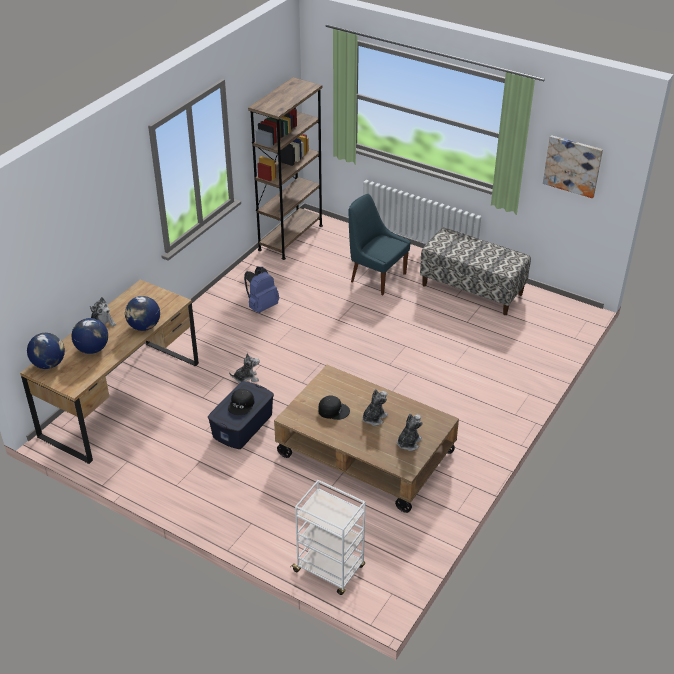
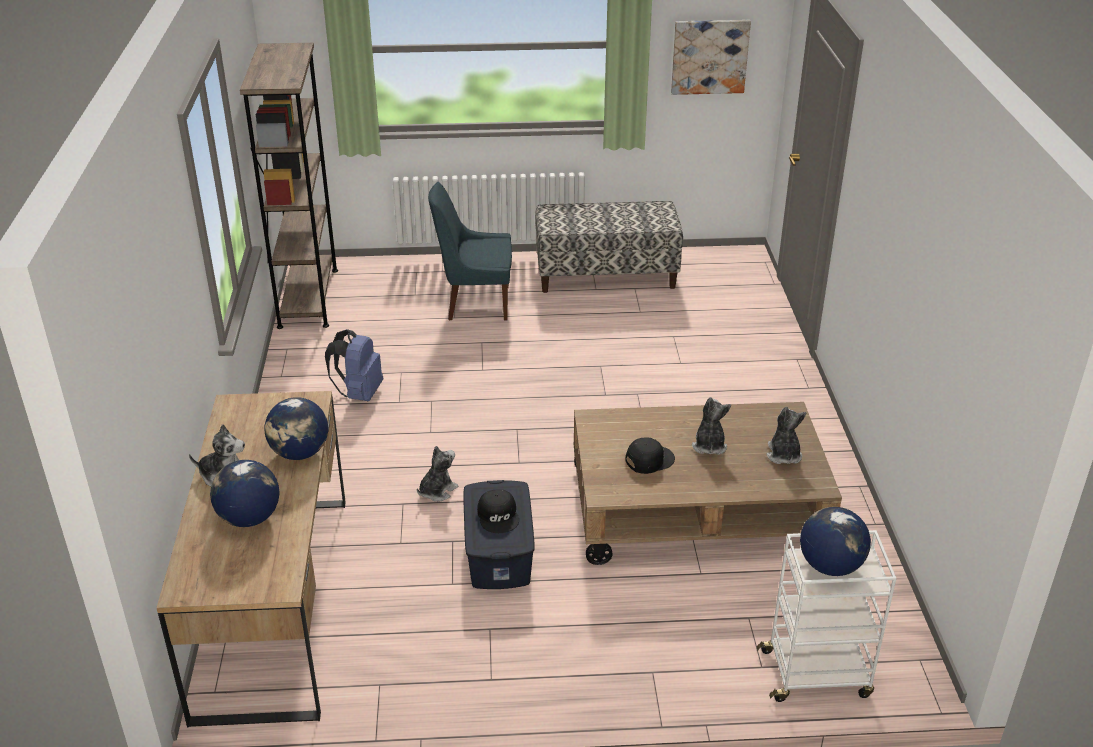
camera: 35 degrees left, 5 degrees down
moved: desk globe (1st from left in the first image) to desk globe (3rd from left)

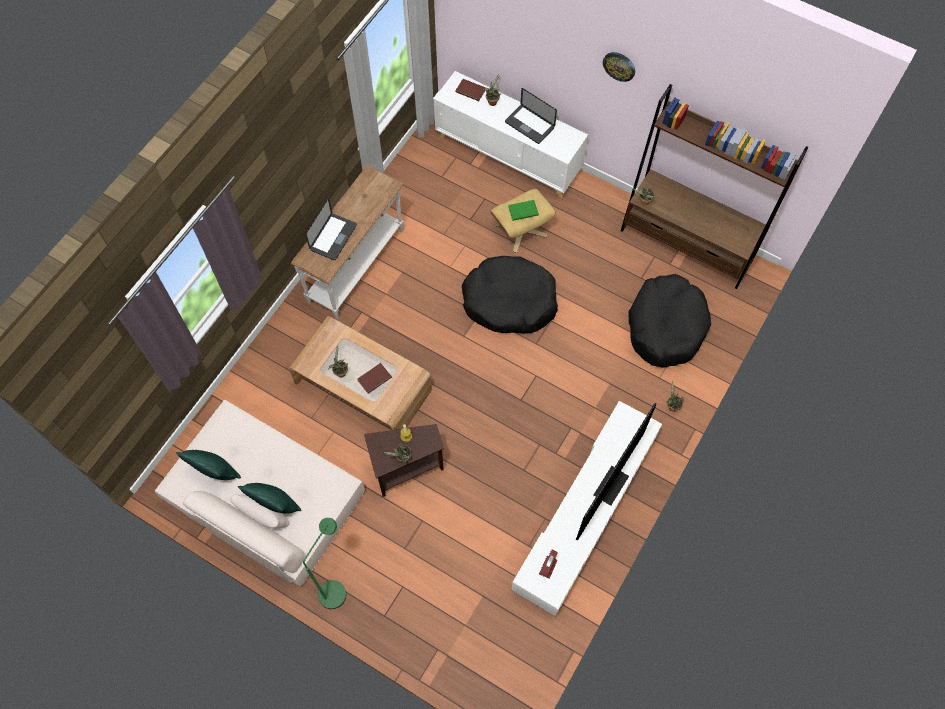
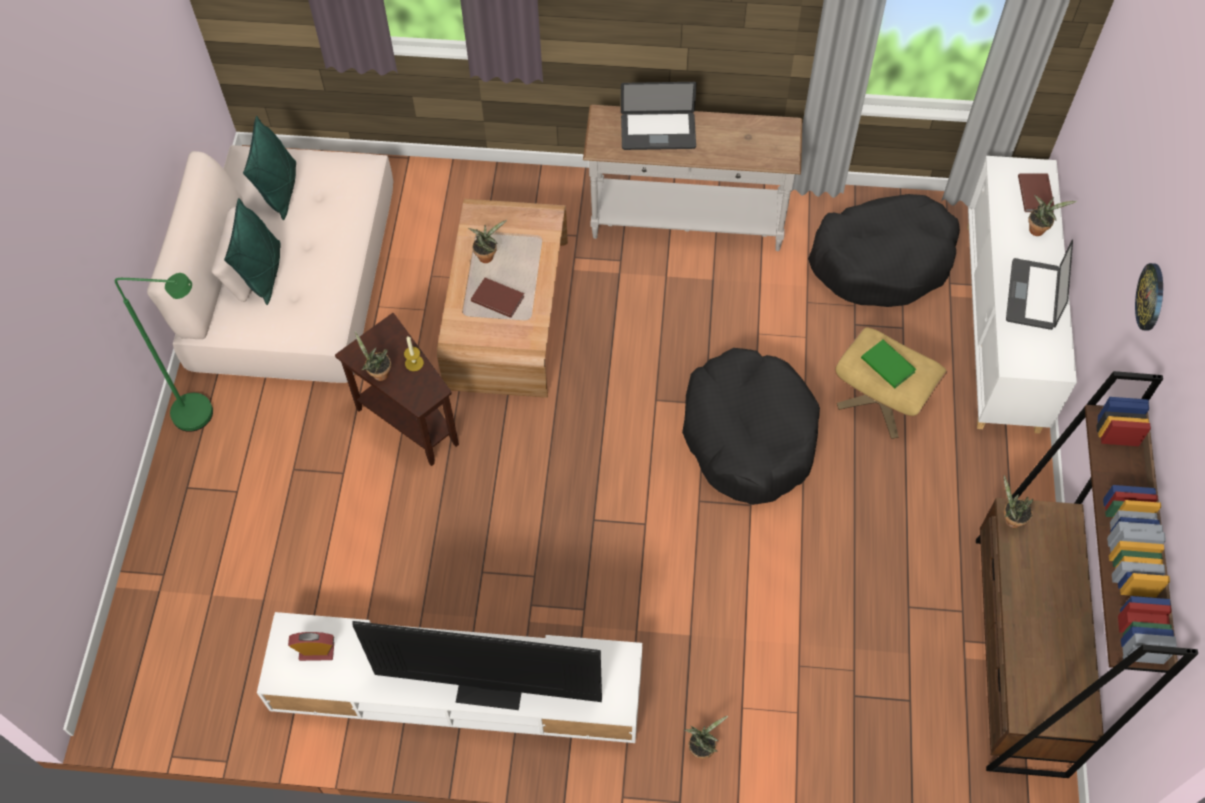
camera: 65 degrees right, 5 degrees down
moved: dog bed/blackish (2nd from left)

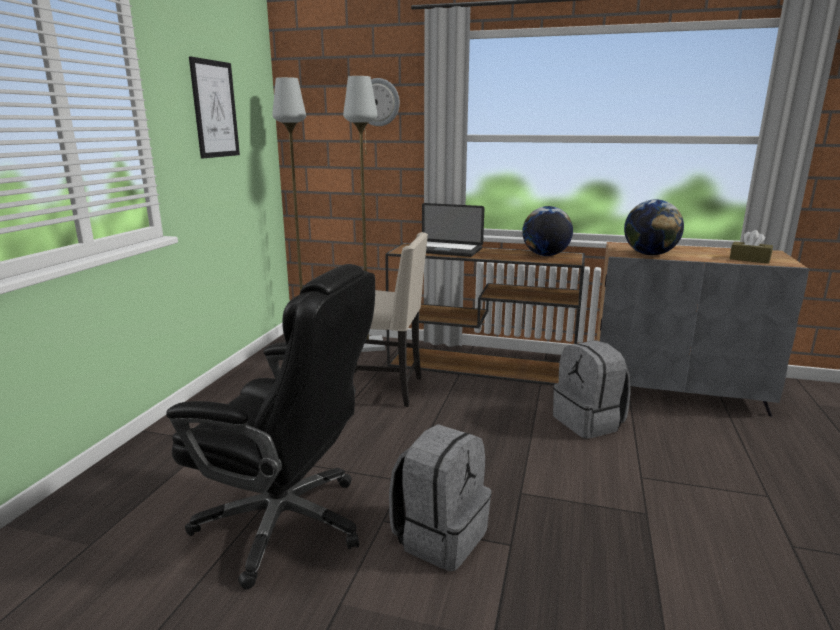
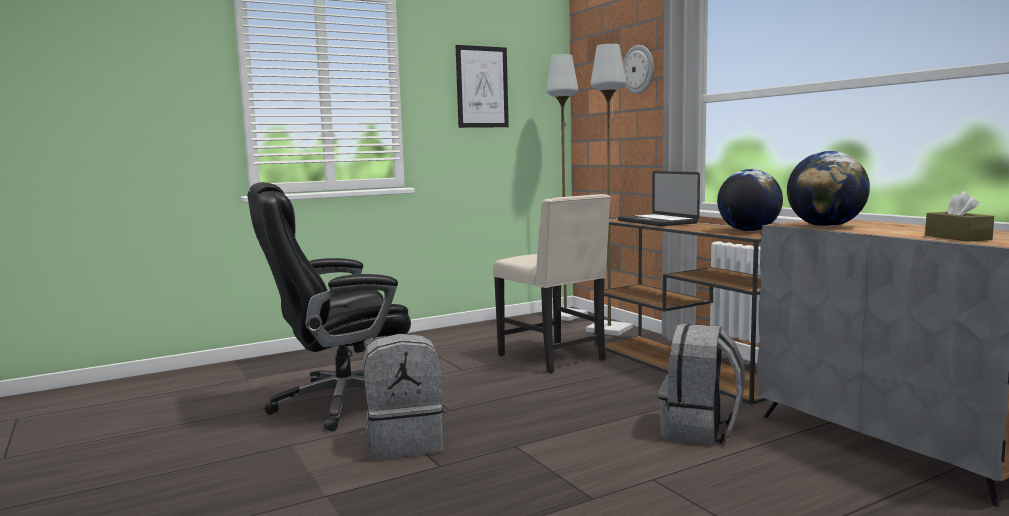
camera: 45 degrees right, 10 degrees down
turned: computer chair/blackish 90 degrees clockwise

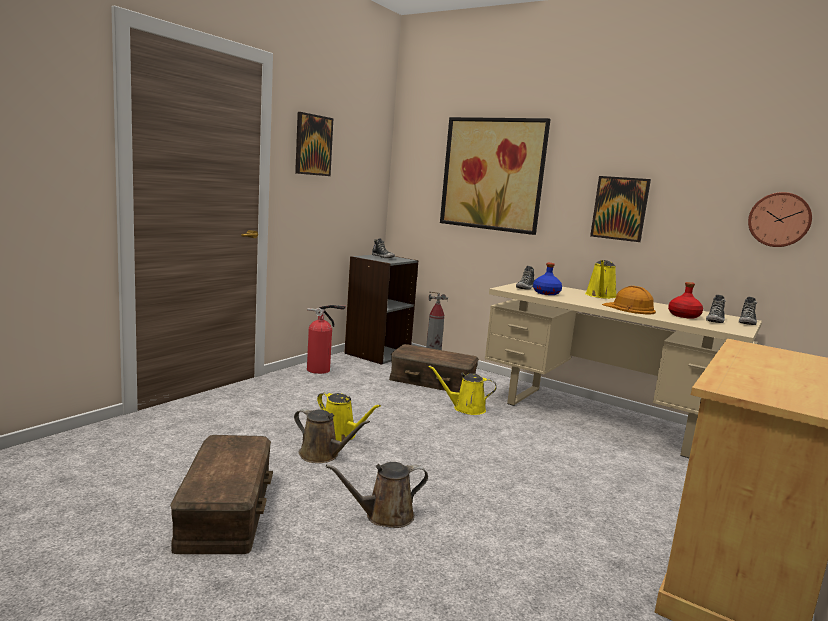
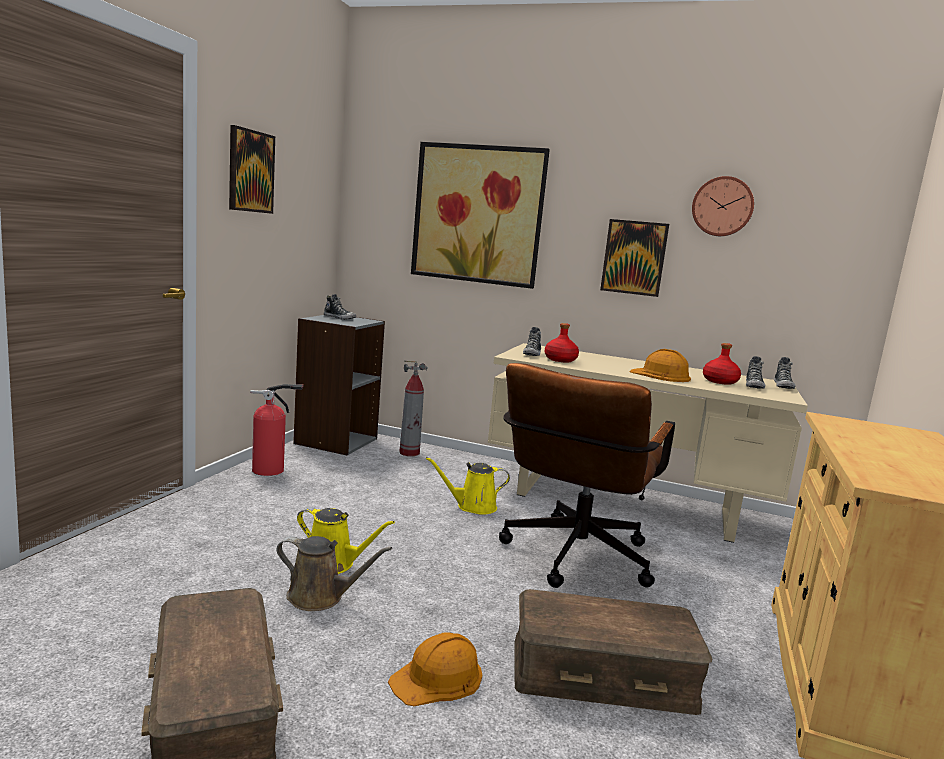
camera: 15 degrees left, 0 degrees up
removed: watering pot/yellow (3rd from left)
added: computer chair/brown-coloured
moved: storage bin/brown-coloured (2nd from left); clock on the wall
replaced: watering pot/brown-coloured (2nd from left) to hard hat/orange-coloured (1st from left)
recoloured: drink bottle/bluish to drink bottle/reddish (1st from left)

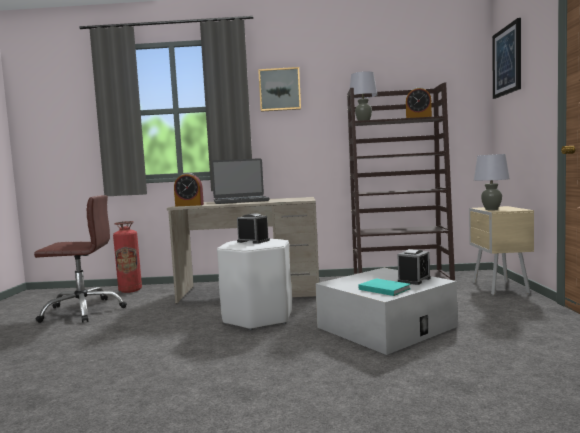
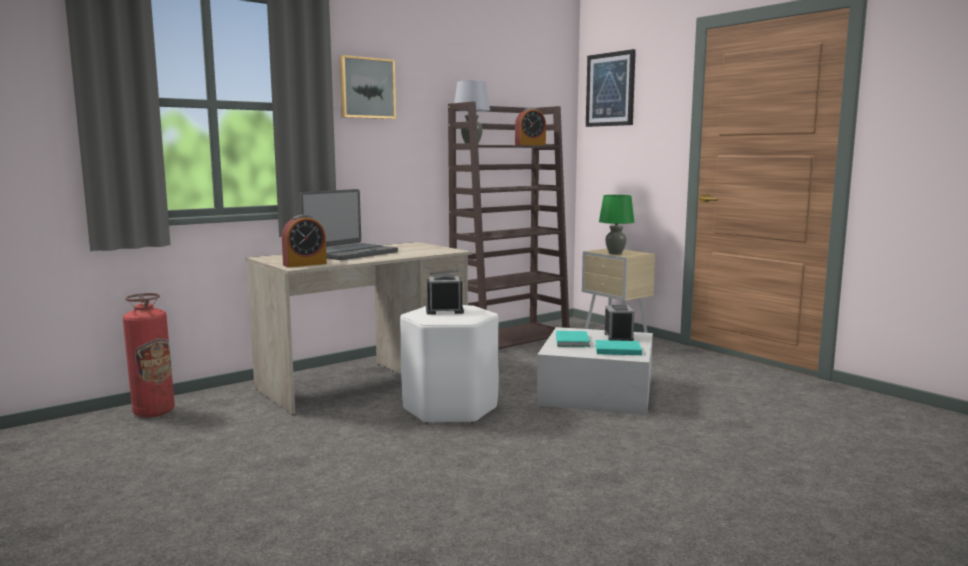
camera: 40 degrees left, 5 degrees up
removed: computer chair/brown-coloured
added: book/blue-green (1st from left)
recoloured: lamp for a table/grey (2nd from left) to lamp for a table/greenish

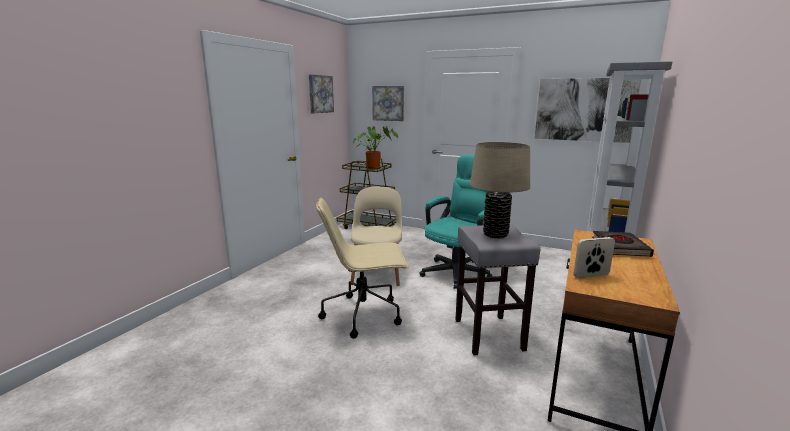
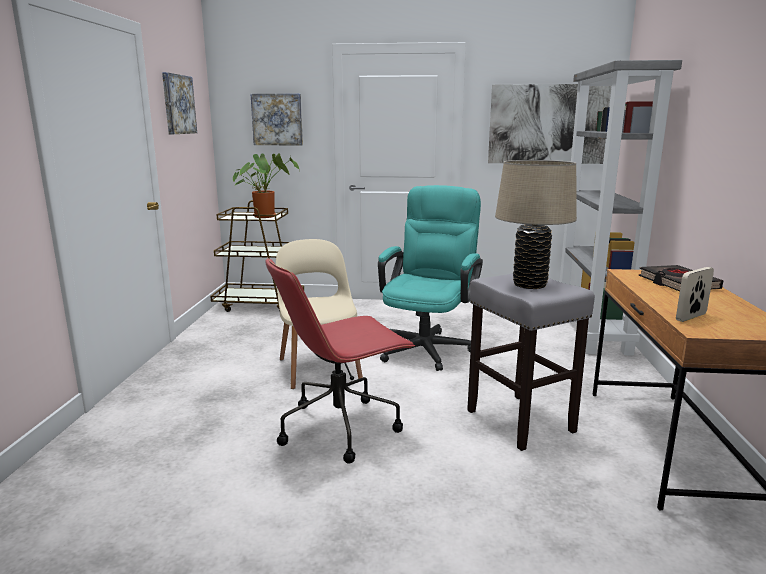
camera: 20 degrees left, 0 degrees up
recoloured: computer chair/beige to computer chair/reddish

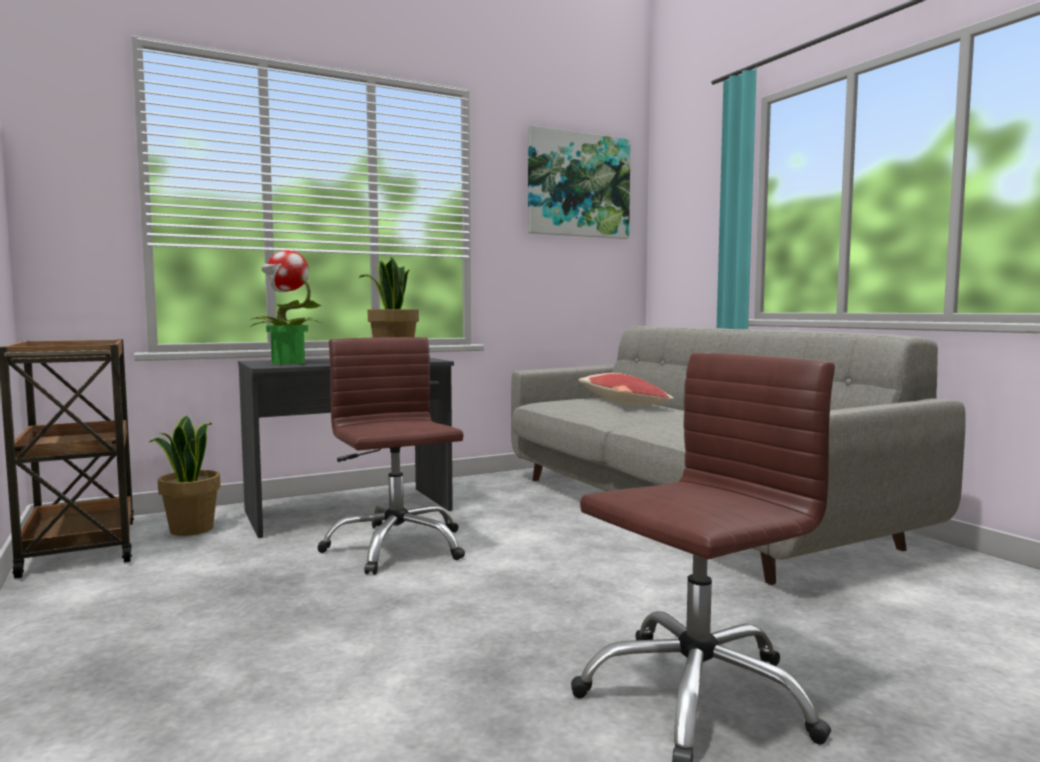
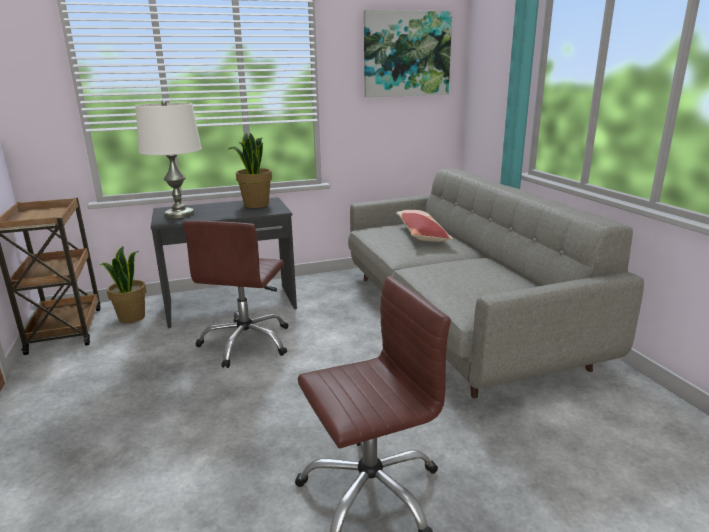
camera: 10 degrees right, 15 degrees up
replaced: houseplant (2nd from left) to lamp for a table/white-coloured
turned: computer chair/brown-coloured (1st from left) 150 degrees counterclockwise

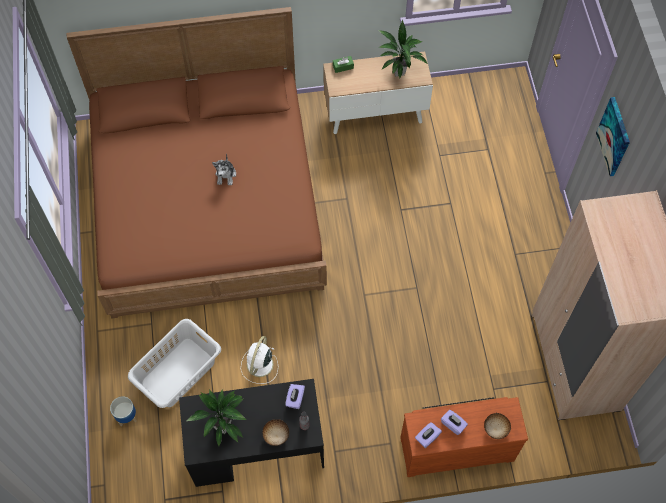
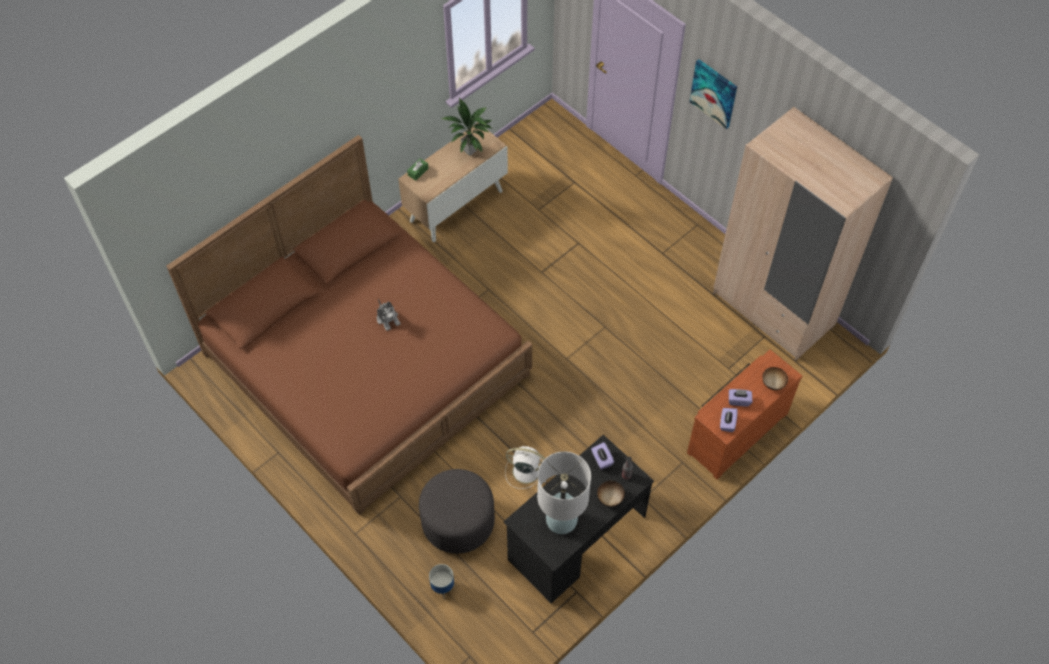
camera: 35 degrees left, 5 degrees down
replaced: laundry basket/grey to footrest/grey; houseplant (1st from left) to lamp for a table/white-coloured
turned: fan/white-coloured 120 degrees clockwise

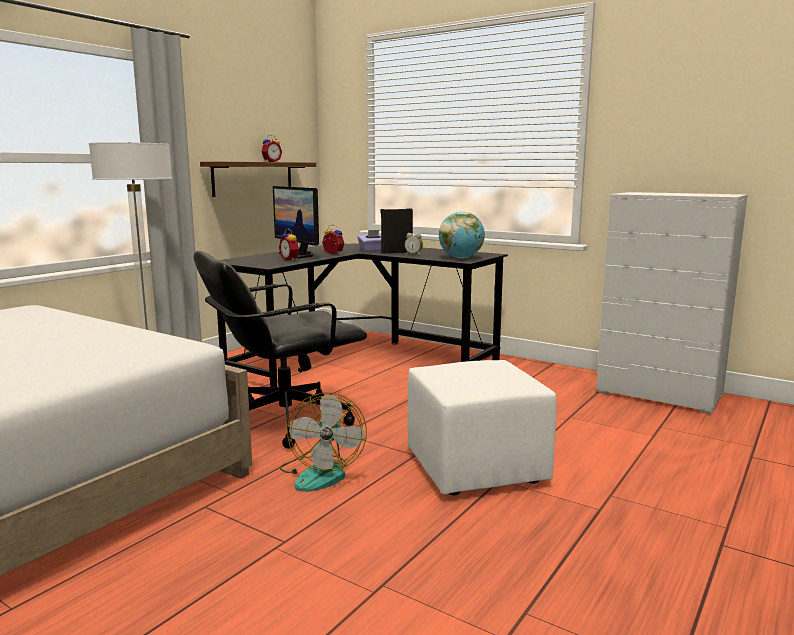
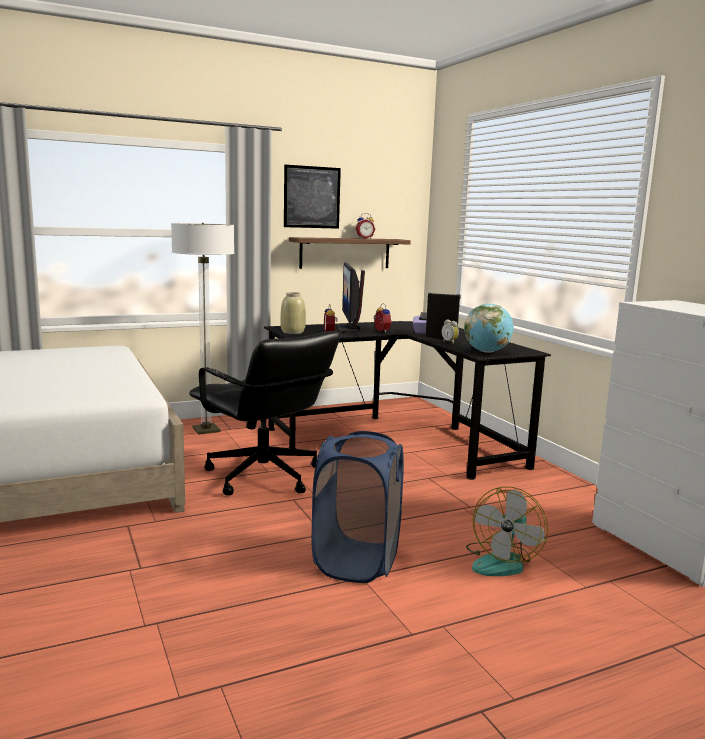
camera: 30 degrees right, 0 degrees up
added: decorative vase/beige; picture
moved: fan
replaced: footrest/white-coloured to laundry basket/bluish
turned: computer chair/blackish 135 degrees counterclockwise

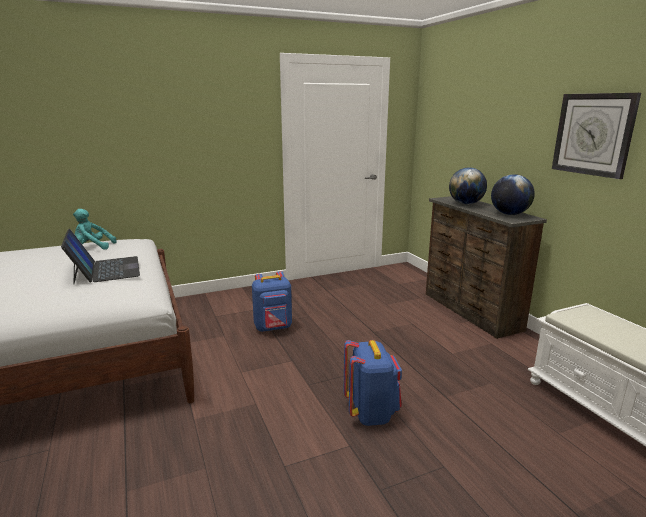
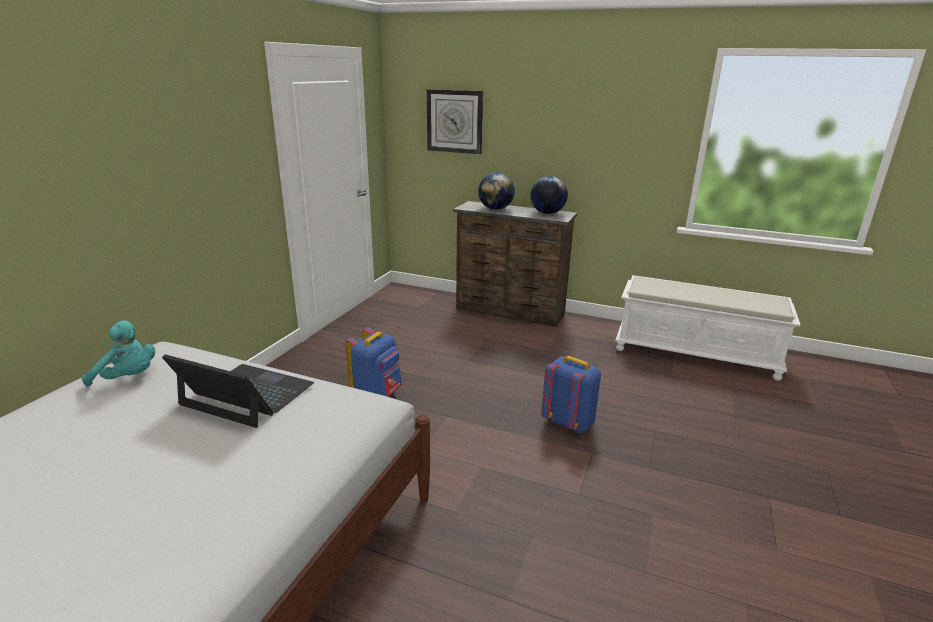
camera: 45 degrees left, 5 degrees up
moved: clock on the wall
turned: cuddly toy/blue-green 120 degrees counterclockwise

